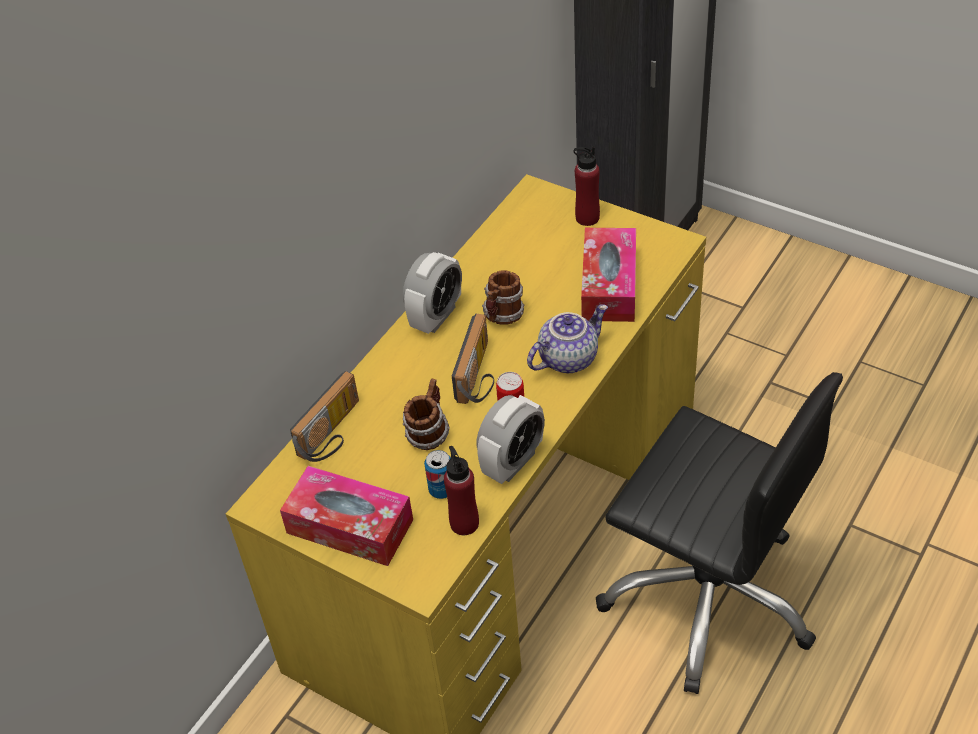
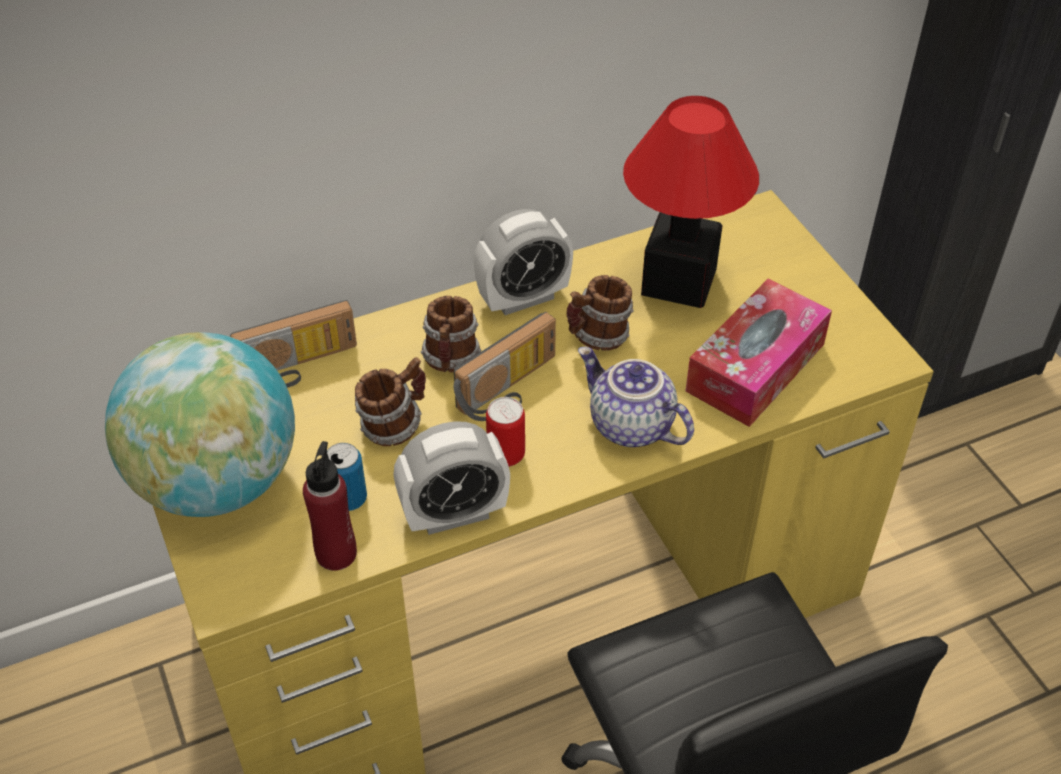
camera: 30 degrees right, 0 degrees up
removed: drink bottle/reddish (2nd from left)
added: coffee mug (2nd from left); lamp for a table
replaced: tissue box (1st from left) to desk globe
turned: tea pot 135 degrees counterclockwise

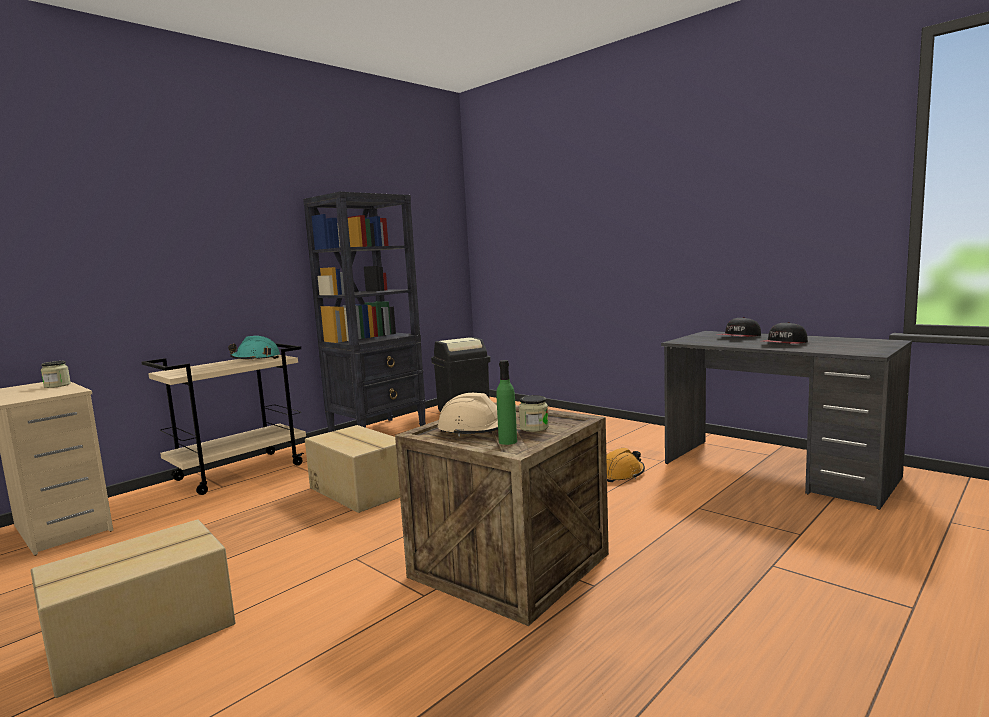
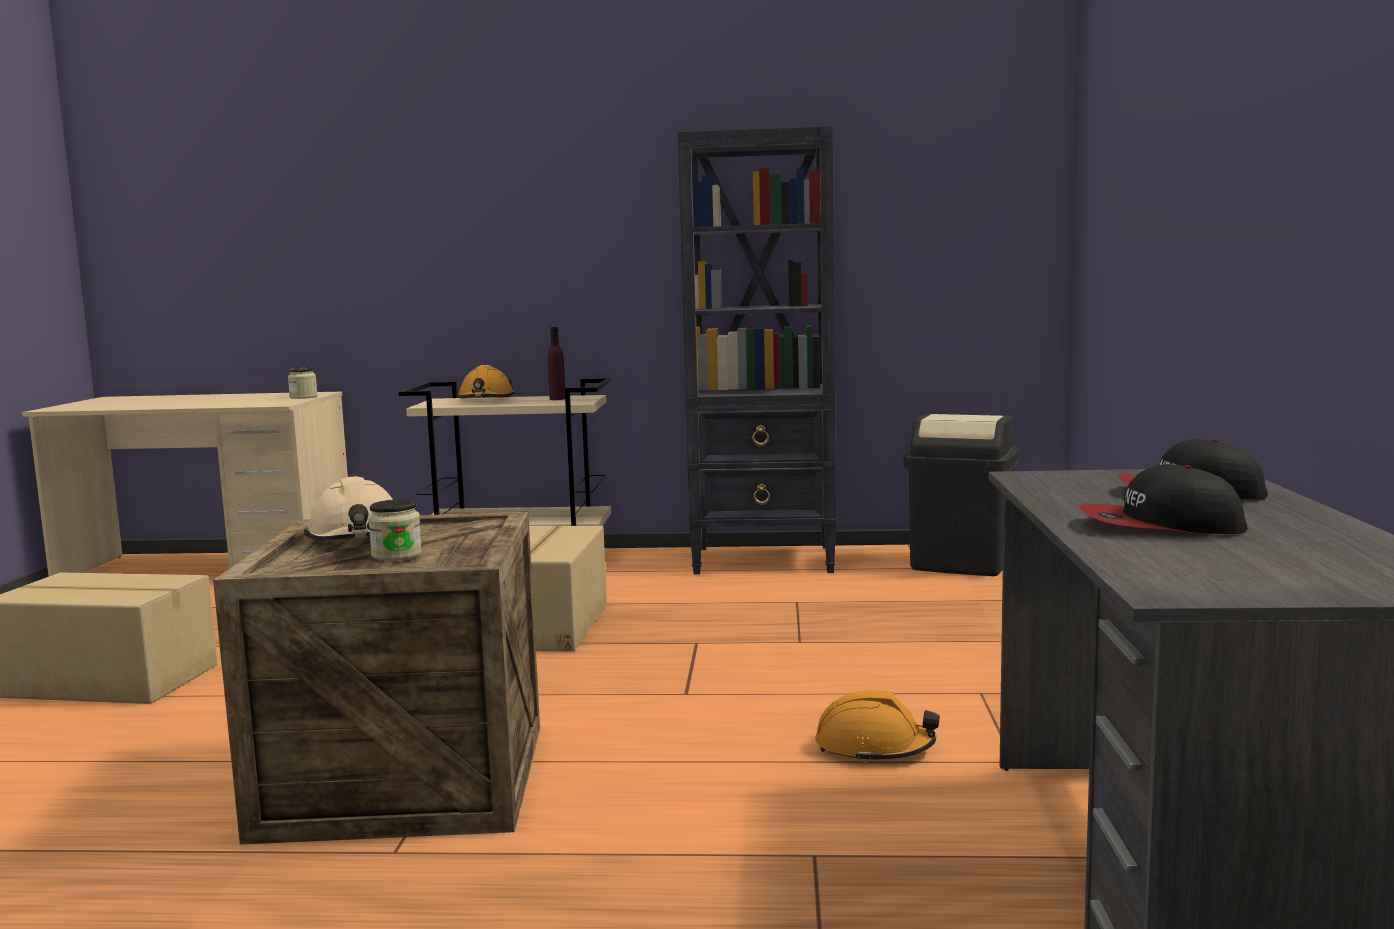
camera: 50 degrees right, 0 degrees up
removed: drink bottle/greenish
added: hard hat/orange-coloured (1st from left)
replaced: hard hat/blue-green to drink bottle/purple-coloured

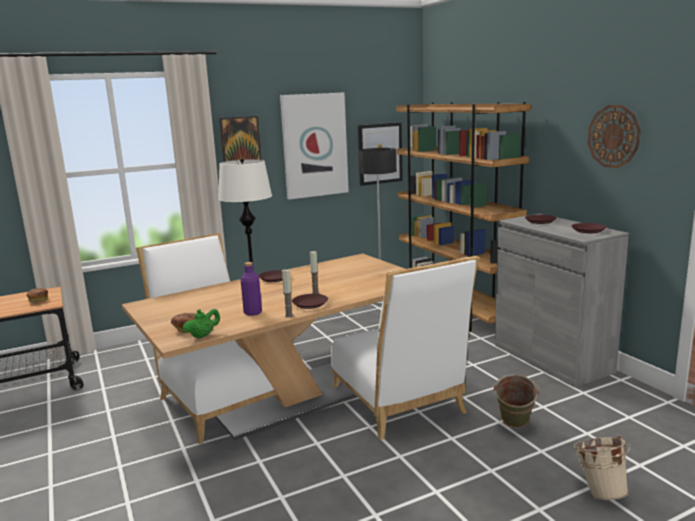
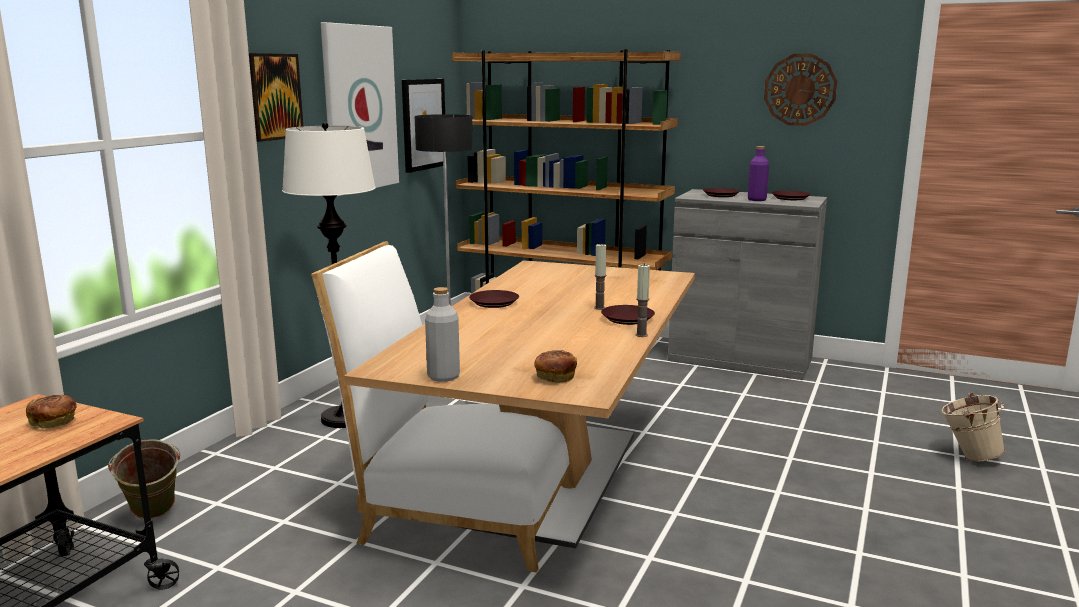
camera: 40 degrees left, 0 degrees up
removed: tea pot/greenish; upright chair/white-coloured (2nd from left)
added: drink bottle/grey
moved: bucket/greenish; drink bottle/purple-coloured

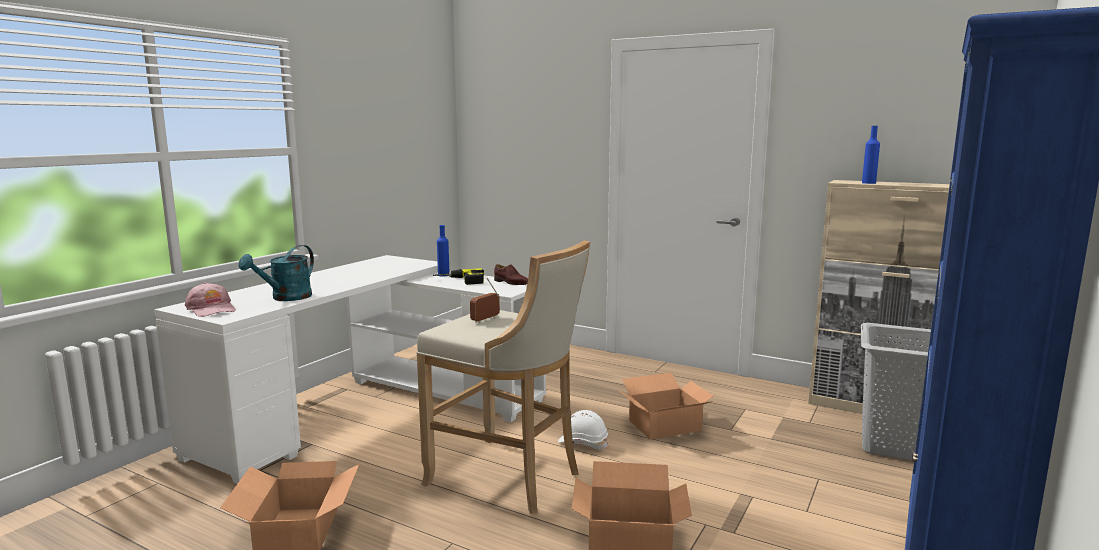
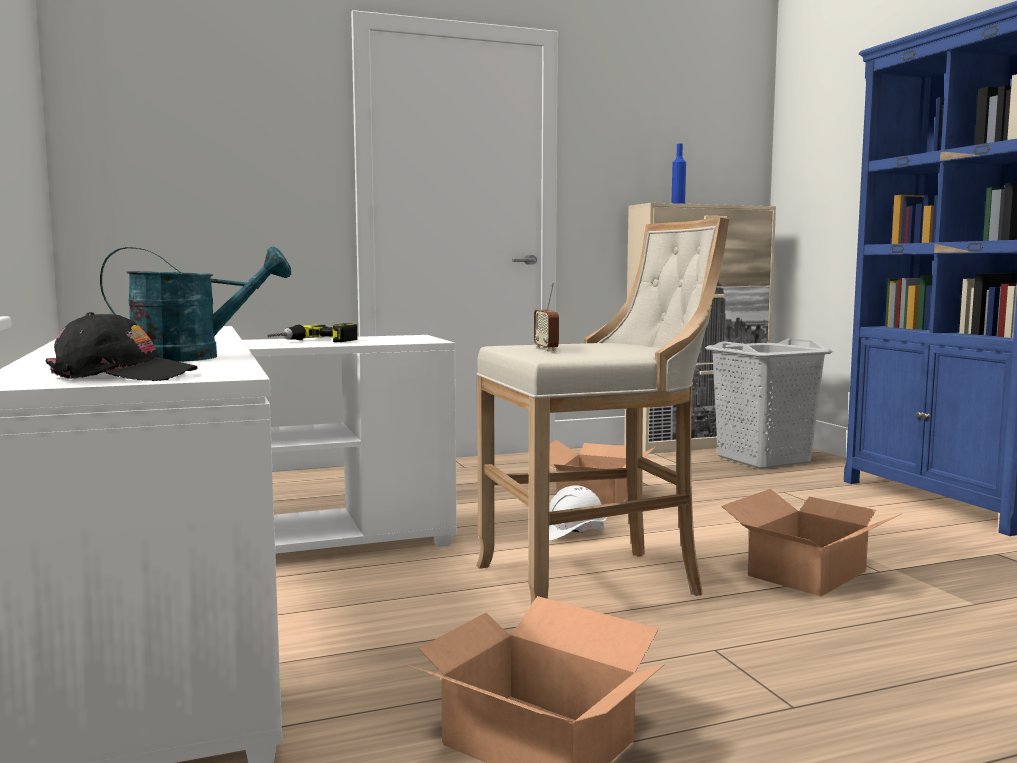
camera: 50 degrees left, 5 degrees down
removed: drink bottle/bluish (1st from left); low shoe/brown-coloured
recoloured: baseball cap/pinkish to baseball cap/blackish
turned: watering pot/blue-green 90 degrees counterclockwise

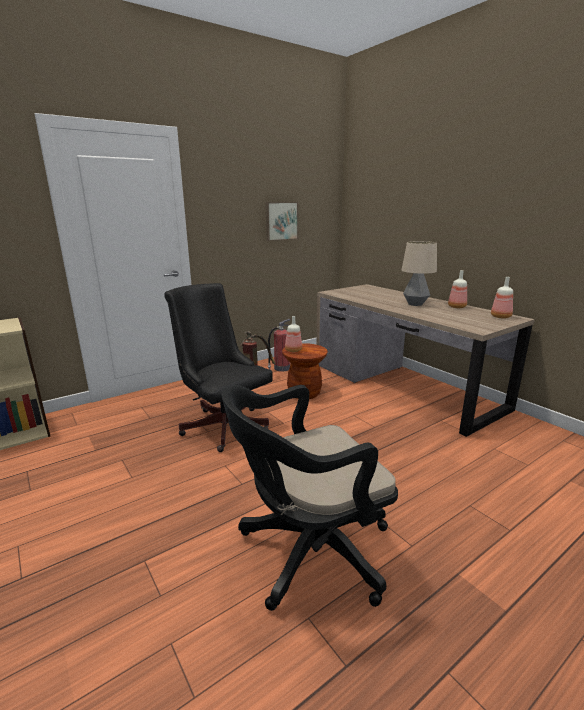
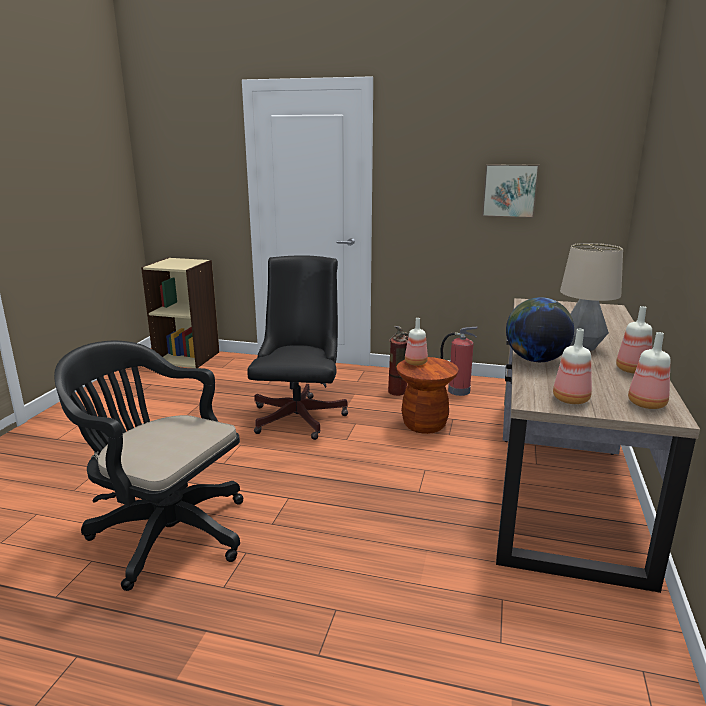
camera: 50 degrees right, 0 degrees up
added: desk globe; drink bottle (2nd from left)

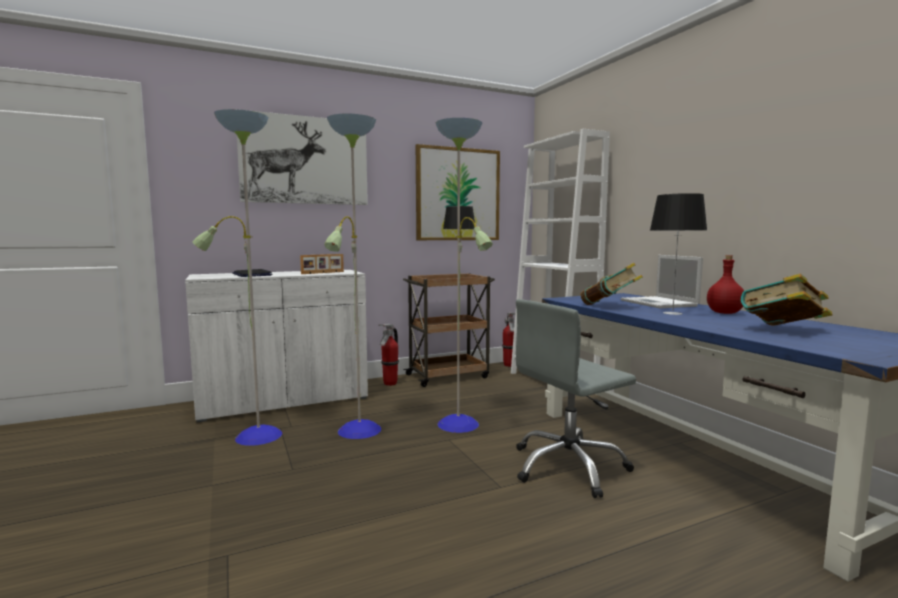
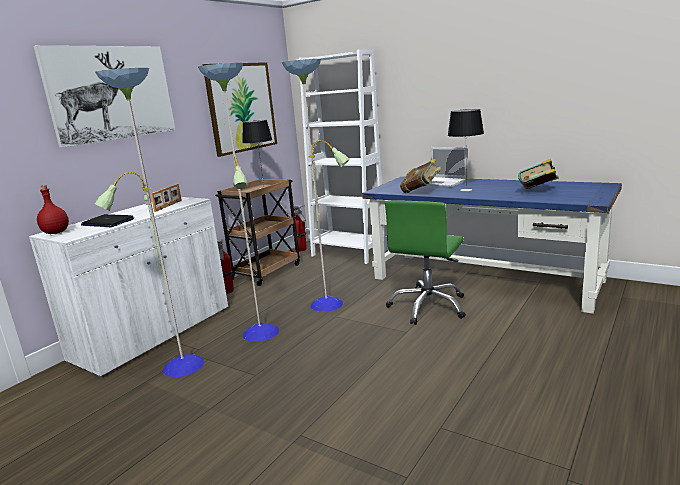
camera: 30 degrees left, 10 degrees up
moved: drink bottle/reddish
recoloured: computer chair/grey to computer chair/greenish

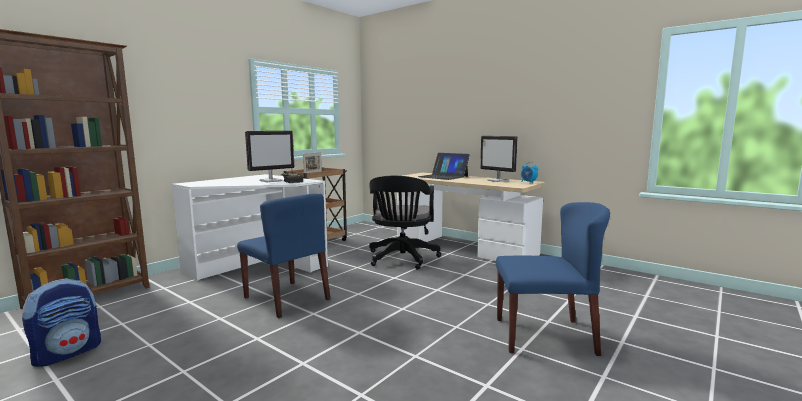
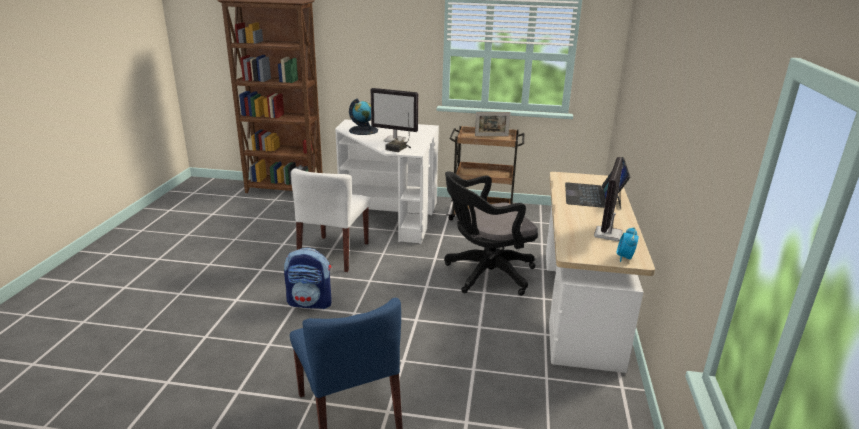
camera: 60 degrees right, 15 degrees up
added: desk globe
moved: rucksack
recoloured: upright chair/bluish (1st from left) to upright chair/white-coloured

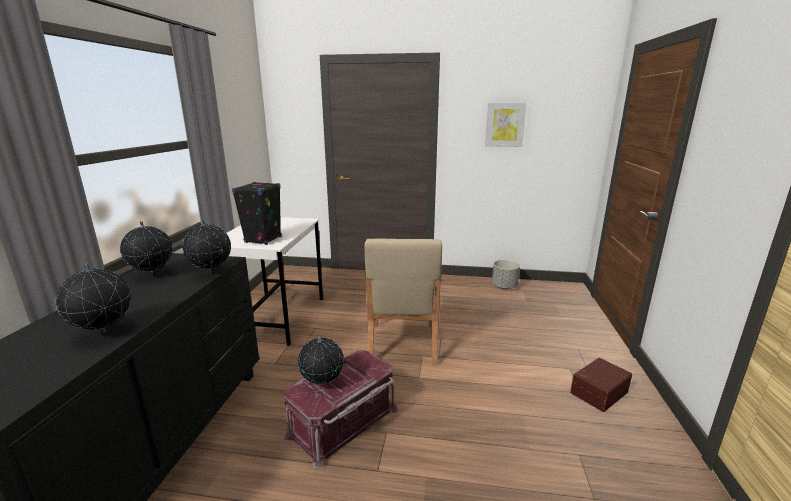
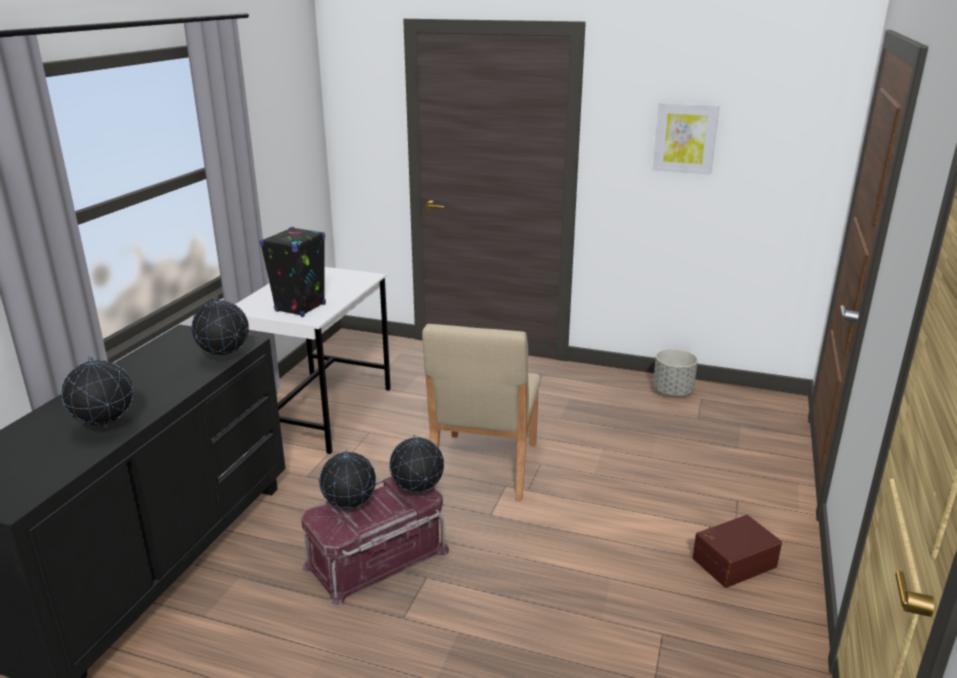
camera: 10 degrees right, 5 degrees up
moved: desk globe (2nd from left in the first image) to desk globe (4th from left)

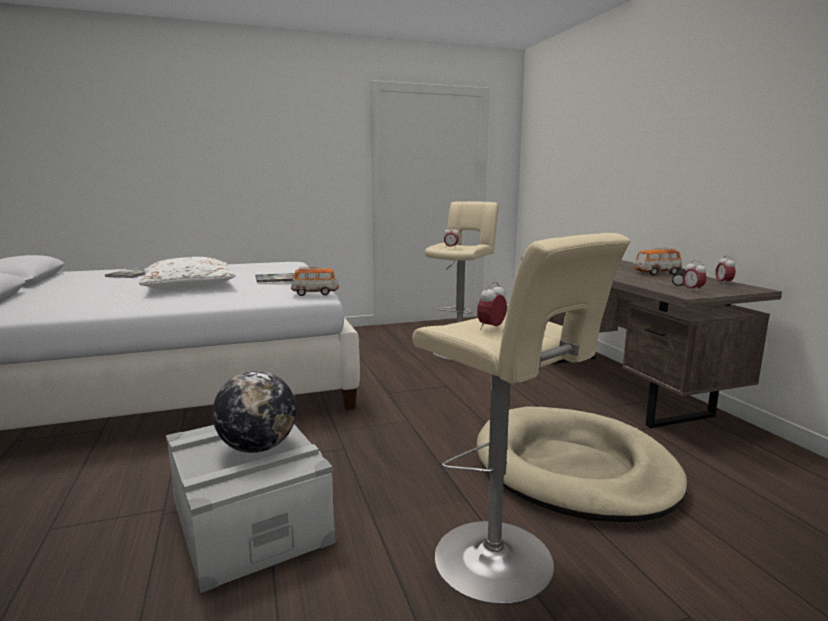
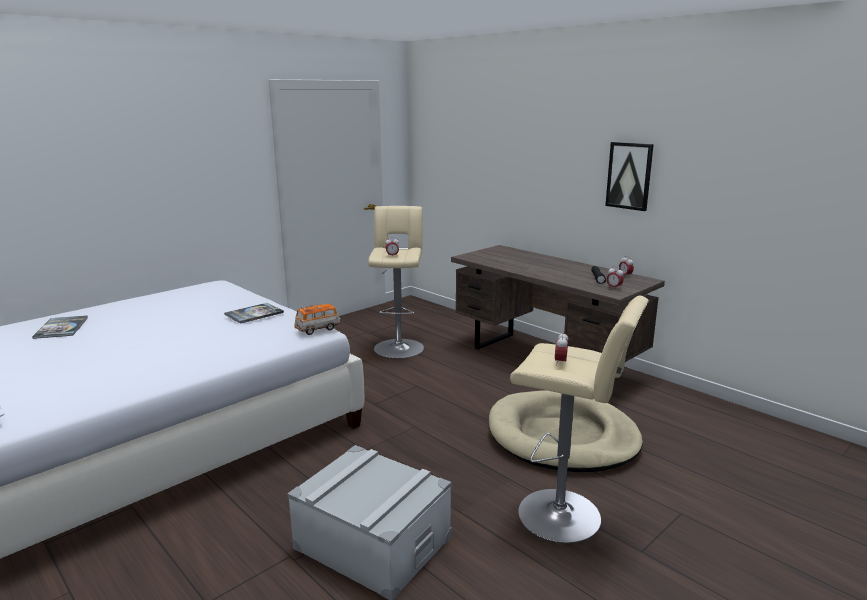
camera: 25 degrees left, 5 degrees up
removed: cushion/white-coloured; desk globe; miniature car (2nd from left)
added: picture

